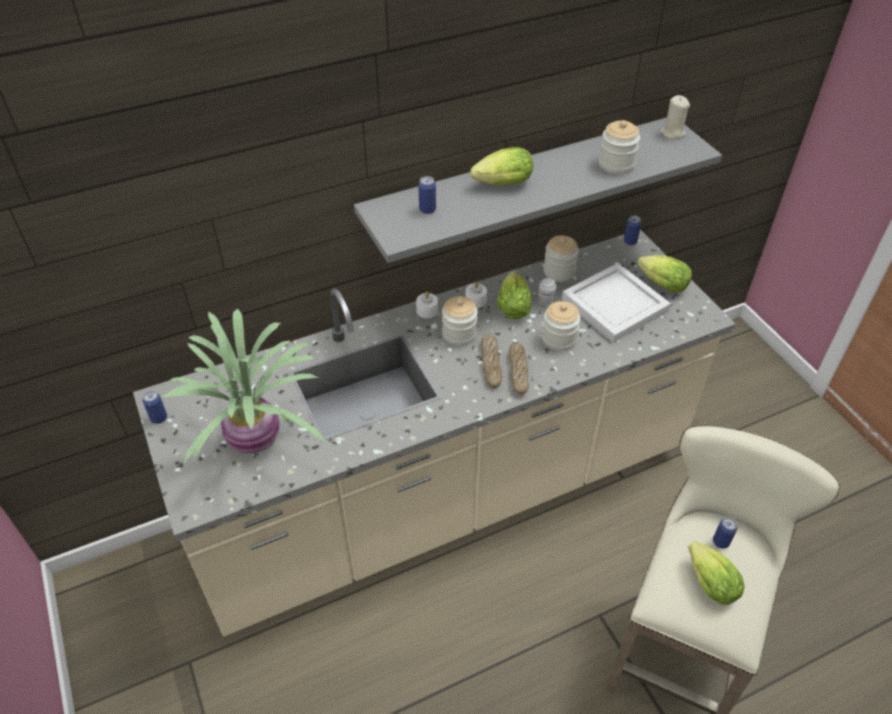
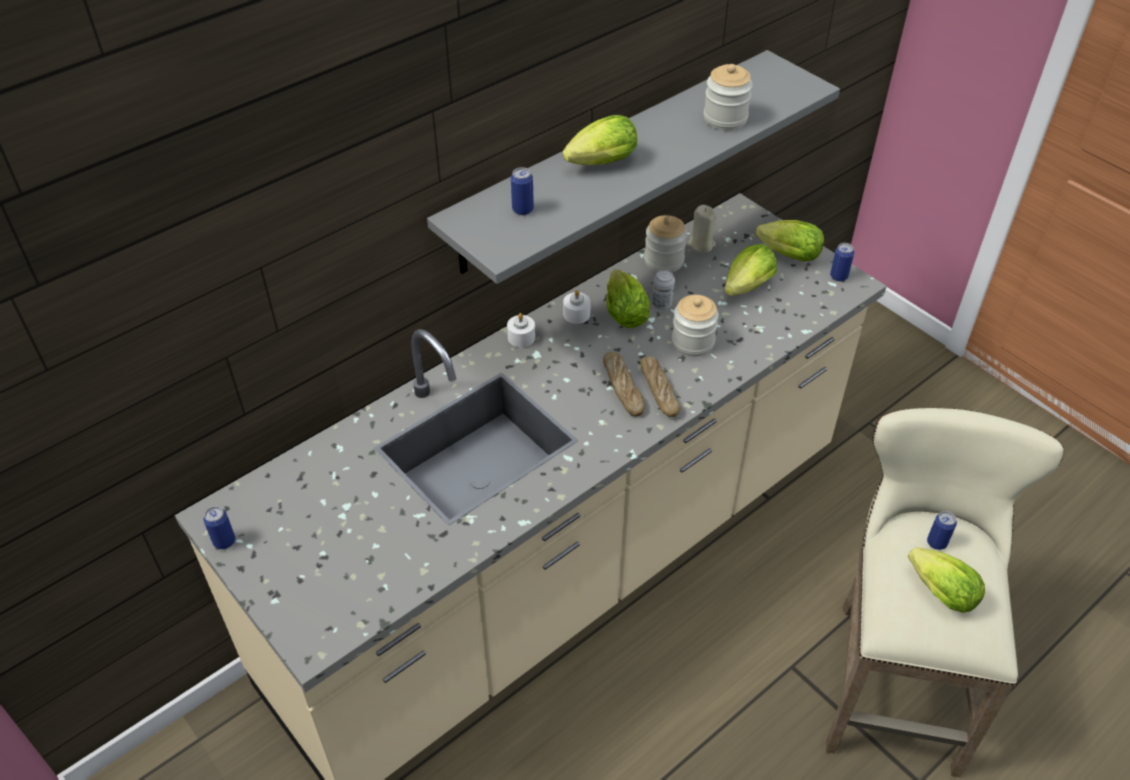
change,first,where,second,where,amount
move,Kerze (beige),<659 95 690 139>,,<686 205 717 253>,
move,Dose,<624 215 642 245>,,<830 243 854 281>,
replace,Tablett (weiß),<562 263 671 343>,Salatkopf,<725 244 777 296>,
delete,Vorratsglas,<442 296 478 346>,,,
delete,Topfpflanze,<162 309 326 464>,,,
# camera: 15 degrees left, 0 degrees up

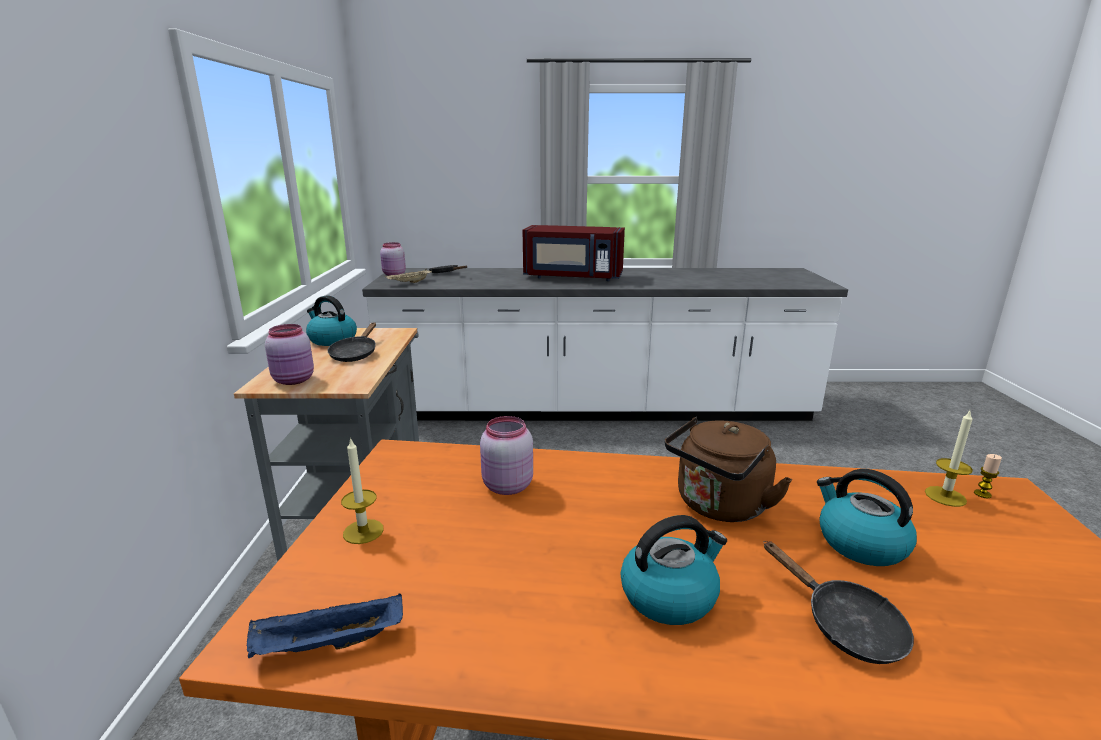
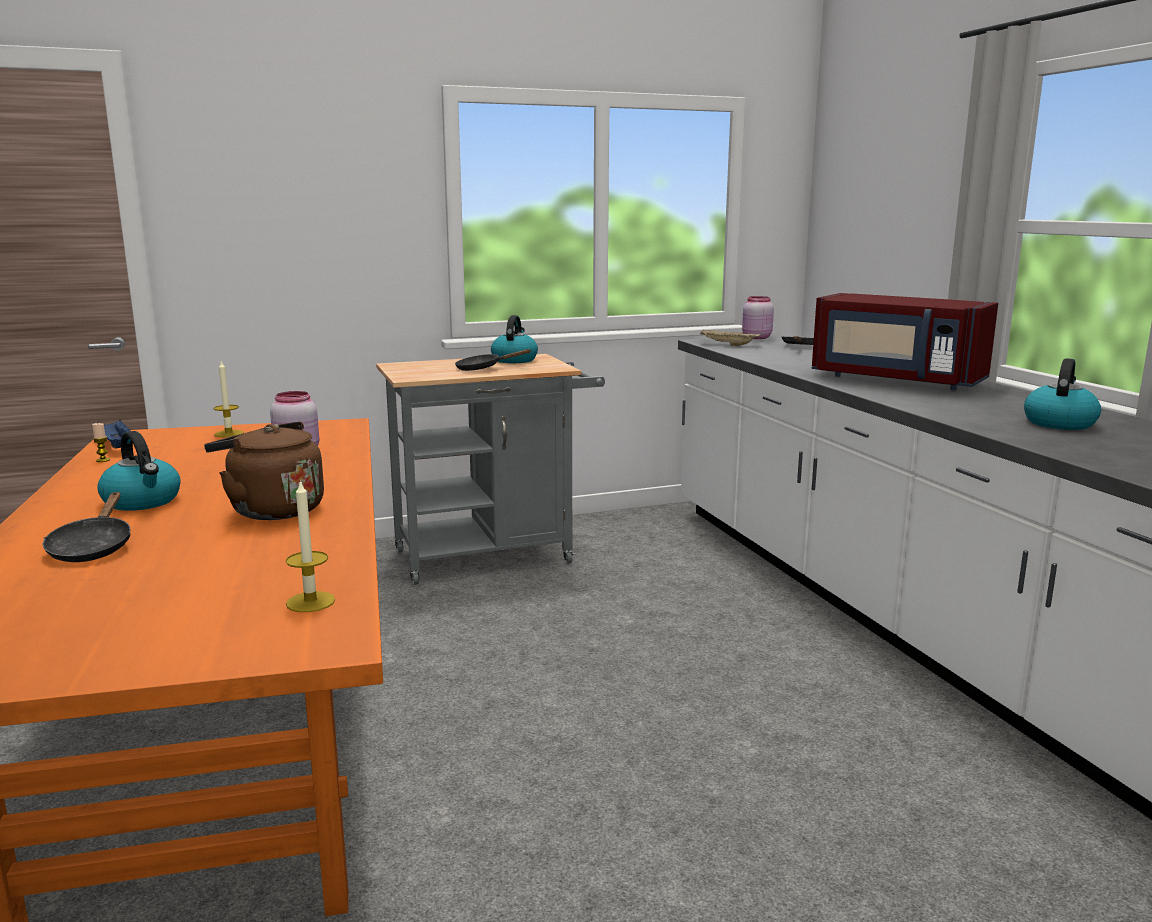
change,first,where,second,where,amount
rotate,Mikrowelle (rot),<523 225 625 281>,,<812 293 998 390>,45 degrees counterclockwise
delete,Vorratsglas (rosa),<265 324 314 385>,,,
move,Kerze,<974 454 1002 498>,,<92 423 110 462>,
move,Wasserkessel,<817 469 917 566>,,<1024 358 1101 430>,
rotate,Pfanne (schwarz),<764 541 914 664>,,<43 492 131 562>,45 degrees counterclockwise
# camera: 70 degrees right, 5 degrees down

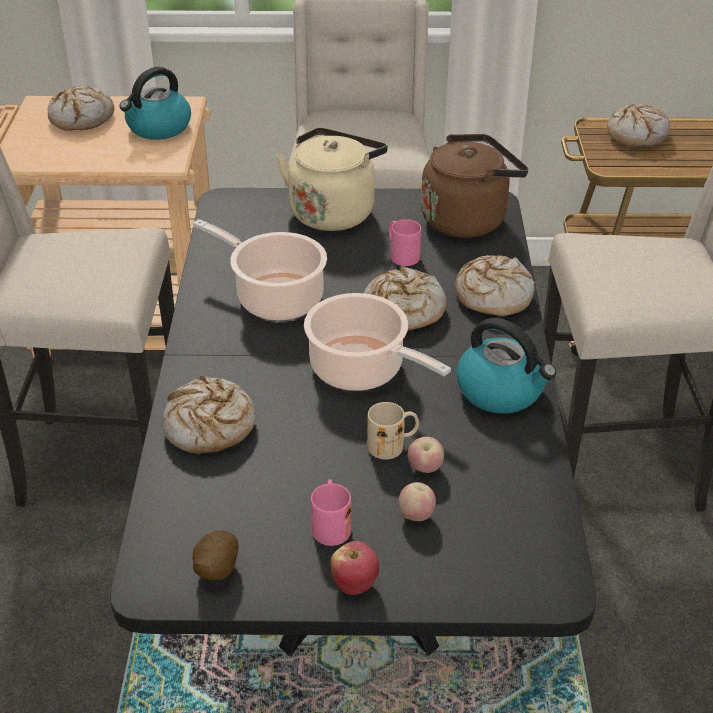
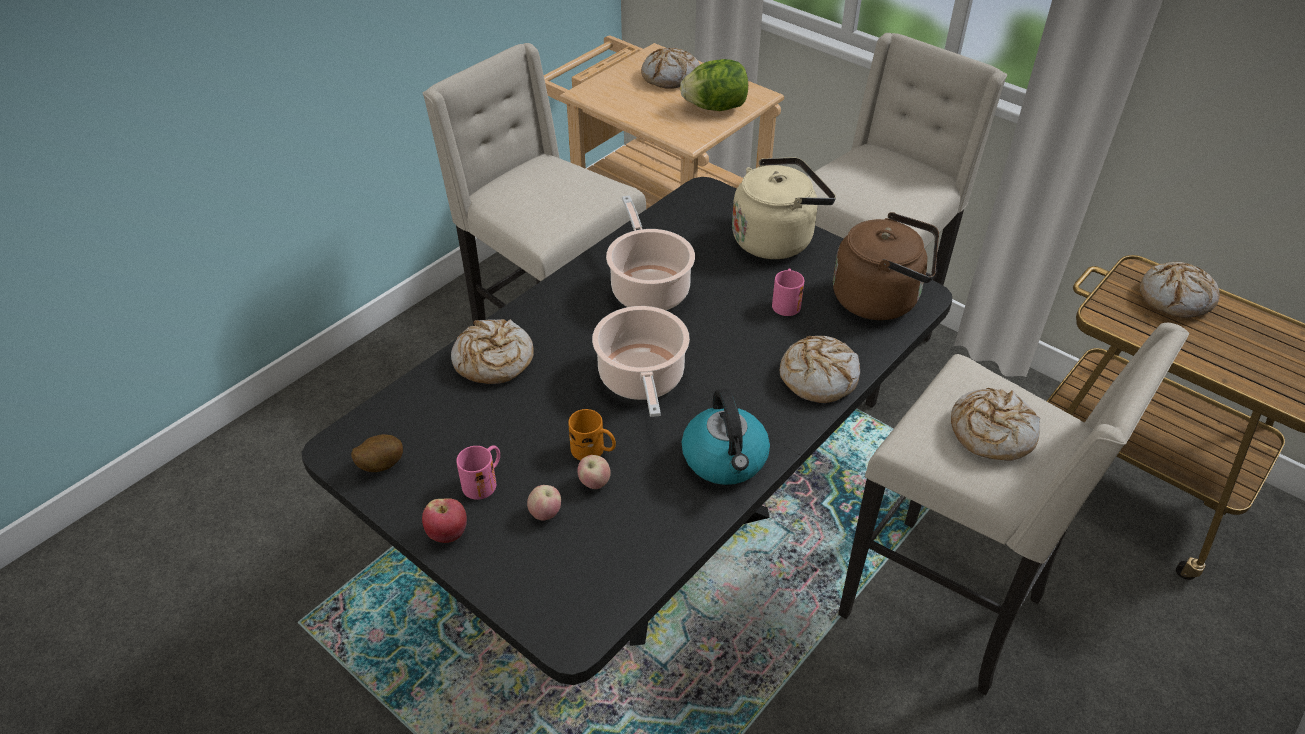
change,first,where,second,where,amount
replace,Wasserkessel,<119 67 191 140>,Salatkopf,<680 59 748 111>,
move,Brot,<364 266 447 330>,,<951 388 1040 461>,
recolor,Henkelbecher (beige),<367 402 419 459>,Henkelbecher (orange),<568 409 616 461>,
# camera: 40 degrees right, 5 degrees up

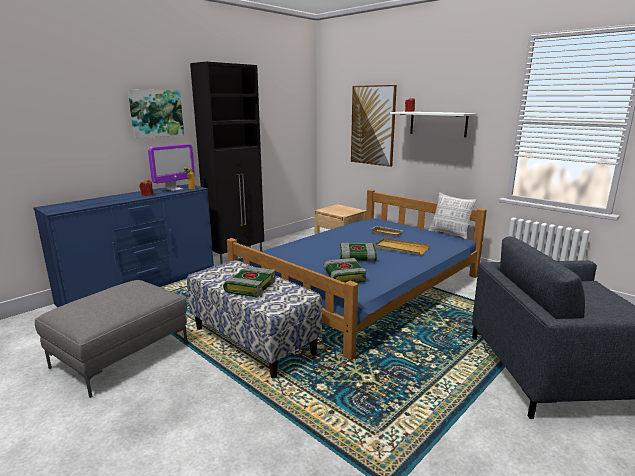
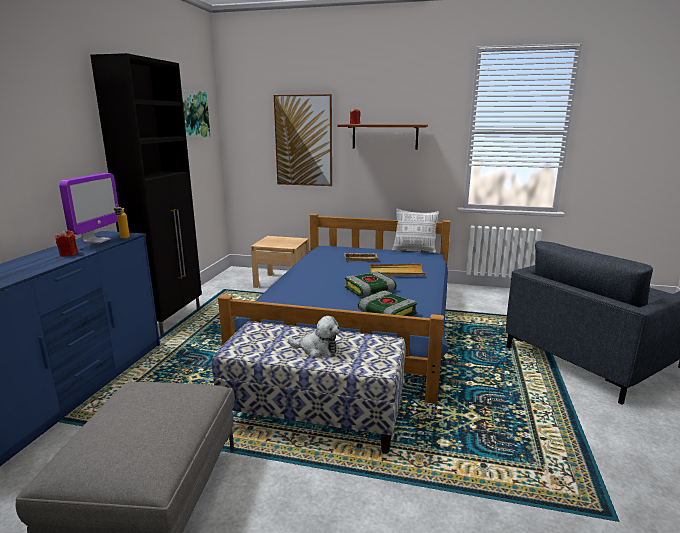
change,first,where,second,where,amount
move,Bild,<128 89 184 138>,,<182 90 210 139>,
recolor,Wandregal (weiß),<390 112 477 137>,Wandregal (braun),<337 124 428 150>,
replace,Buch,<223 266 275 297>,Plüschtier,<288 316 340 358>,
# camera: 30 degrees left, 0 degrees up

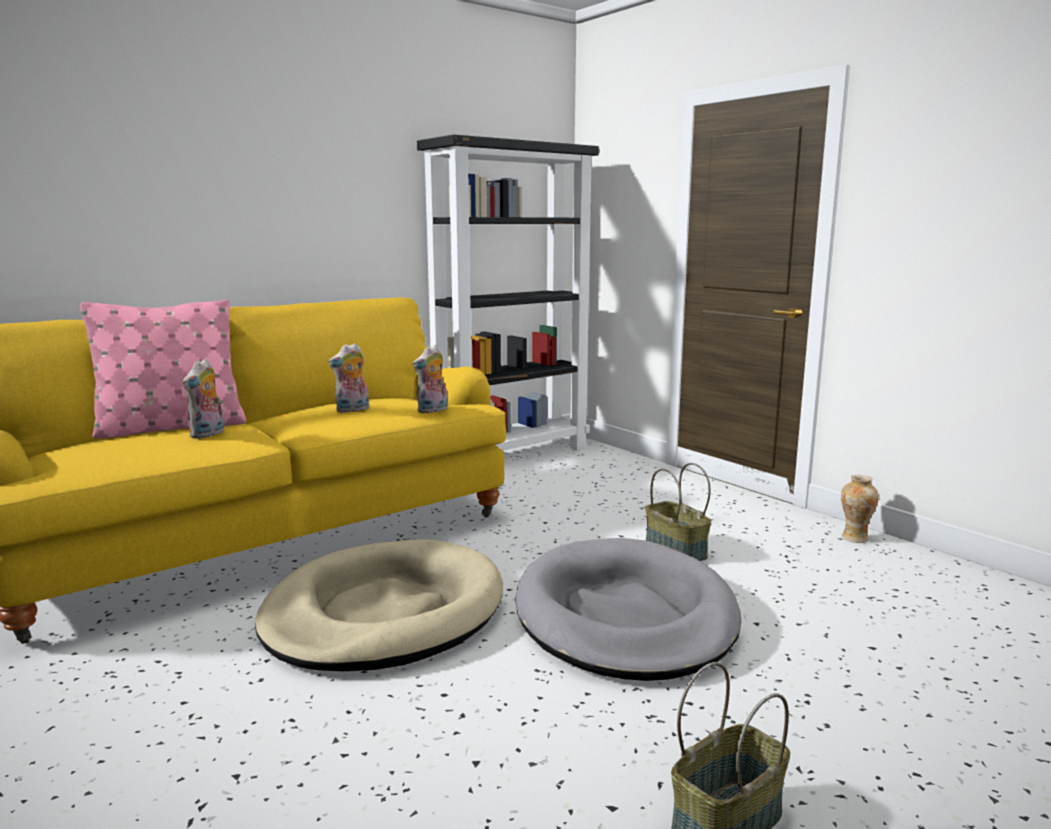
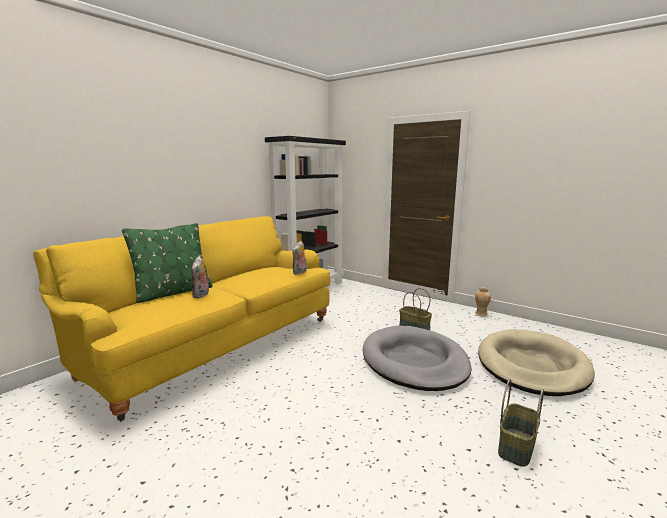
change,first,where,second,where,amount
recolor,Kissen (rosa),<80 300 246 439>,Kissen (grün),<122 223 213 303>,
delete,Plüschtier,<328 343 369 413>,,,
move,Hundebett (beige),<255 539 503 671>,,<478 329 595 396>,
# camera: 15 degrees left, 0 degrees up

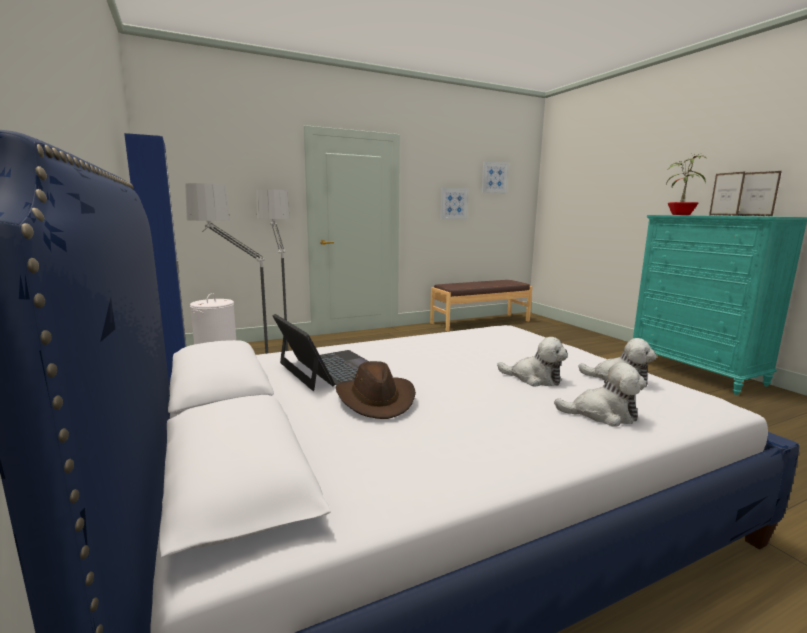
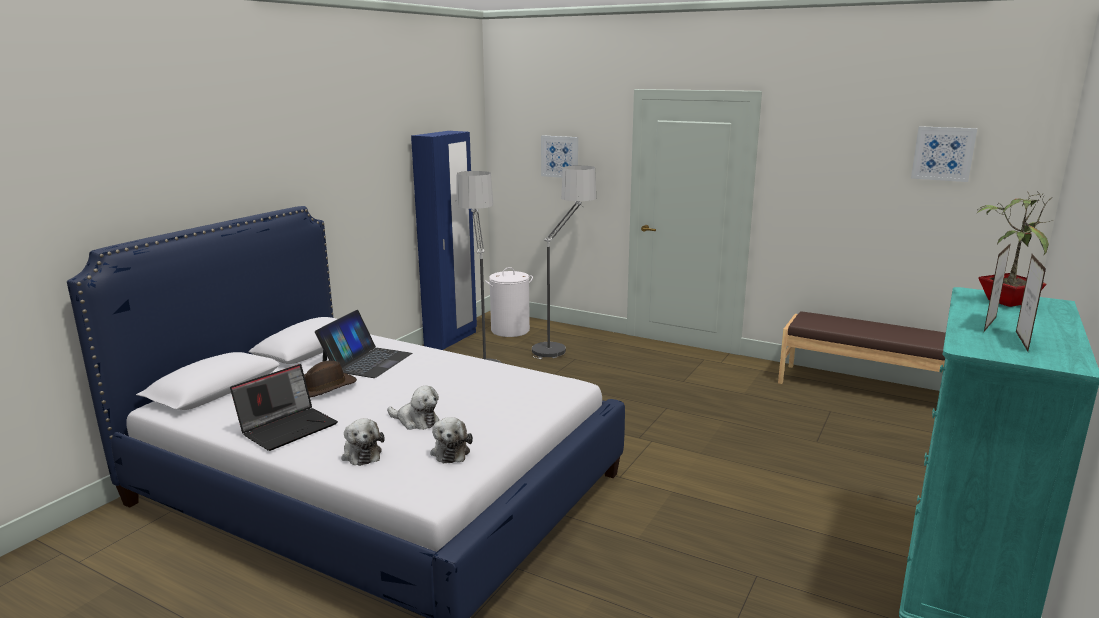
change,first,where,second,where,amount
move,Bild,<440 188 468 219>,,<541 135 578 178>,
rotate,Plüschtier,<497 337 568 386>,,<387 386 439 430>,60 degrees counterclockwise
insert,,,Laptop,<230 364 338 451>,
# camera: 55 degrees right, 5 degrees up

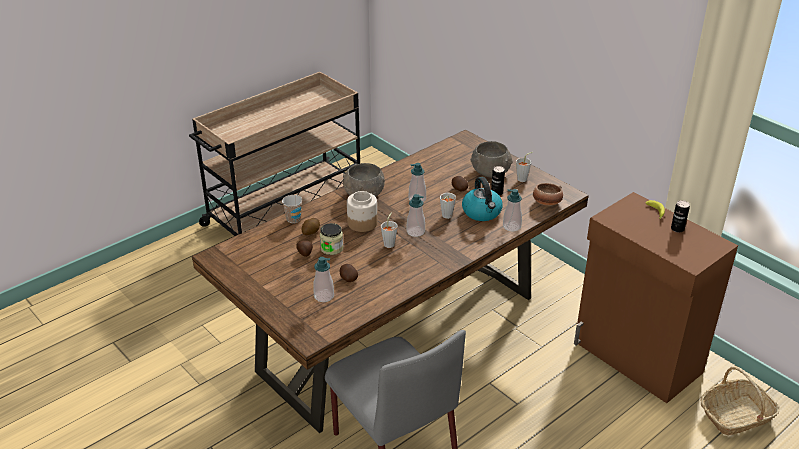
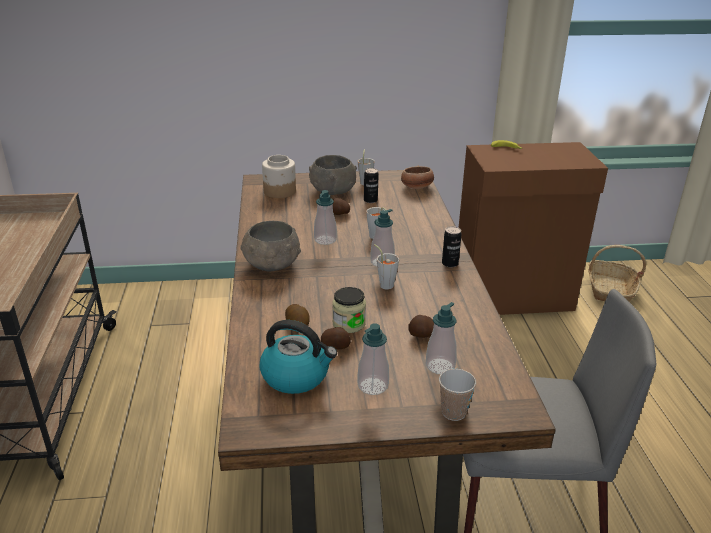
change,first,where,second,where,amount
move,Wasserkessel,<462 177 503 221>,,<260 320 337 394>,
move,Seifenspender,<503 189 522 231>,,<357 323 389 395>,
move,Vorratsglas,<347 191 377 232>,,<262 155 296 198>,
move,Tasse,<282 195 302 223>,,<439 369 476 421>,
move,Dose,<671 200 690 233>,,<442 226 462 267>,
# camera: 55 degrees left, 5 degrees down

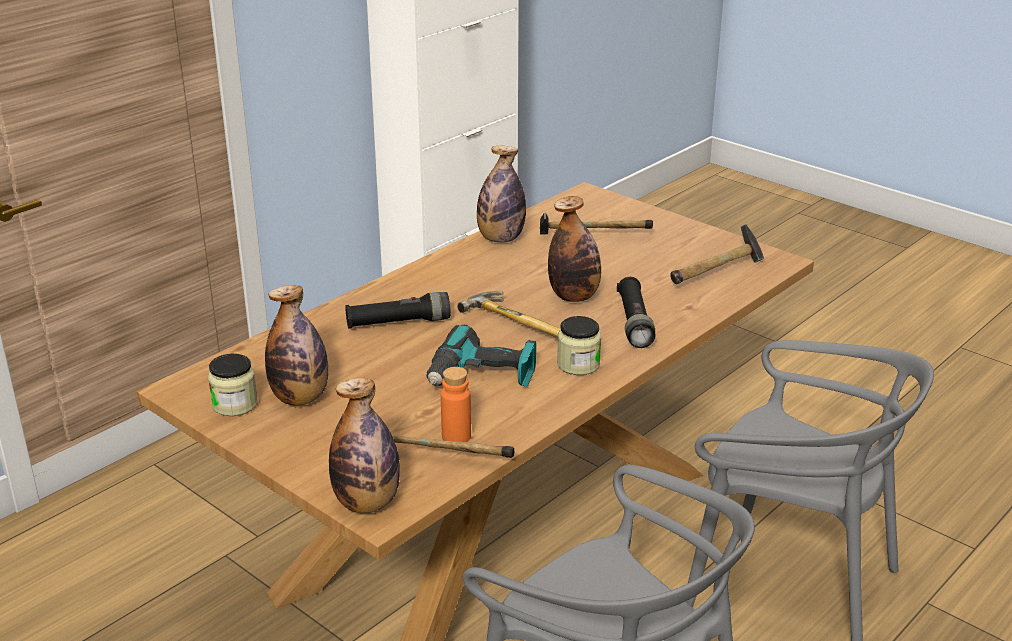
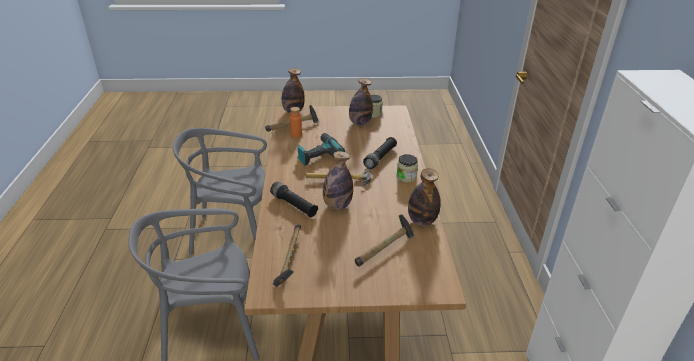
change,first,where,second,where,amount
move,Vorratsglas,<557 316 601 375>,,<396 154 418 183>,
# camera: 135 degrees right, 5 degrees up

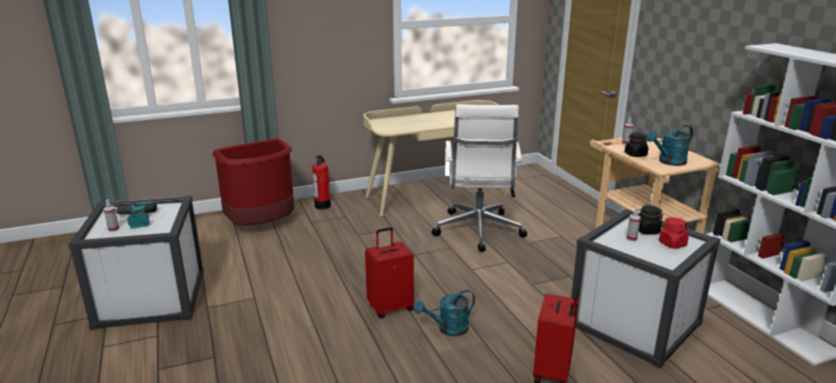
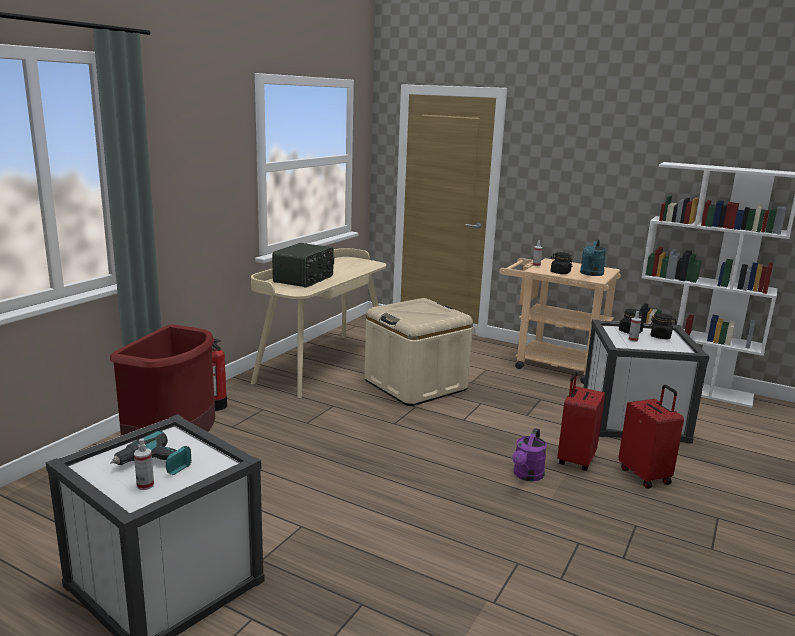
change,first,where,second,where,amount
replace,Bürostuhl (weiß),<432 104 527 252>,Aufbewahrungsbox (beige),<365 298 473 406>,
recolor,Vorratsglas (rot),<659 217 689 249>,Vorratsglas (schwarz),<649 313 677 339>,
move,Koffer (rot),<365 227 414 318>,,<557 372 605 471>,
recolor,Gießkanne (türkis),<414 290 475 336>,Gießkanne (lila),<513 428 547 481>,
insert,,,Radio,<272 243 334 288>,
# camera: 40 degrees left, 5 degrees down

